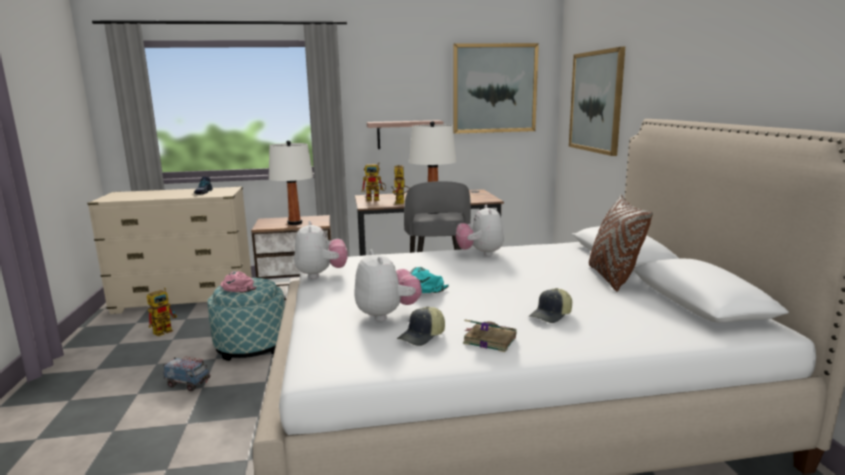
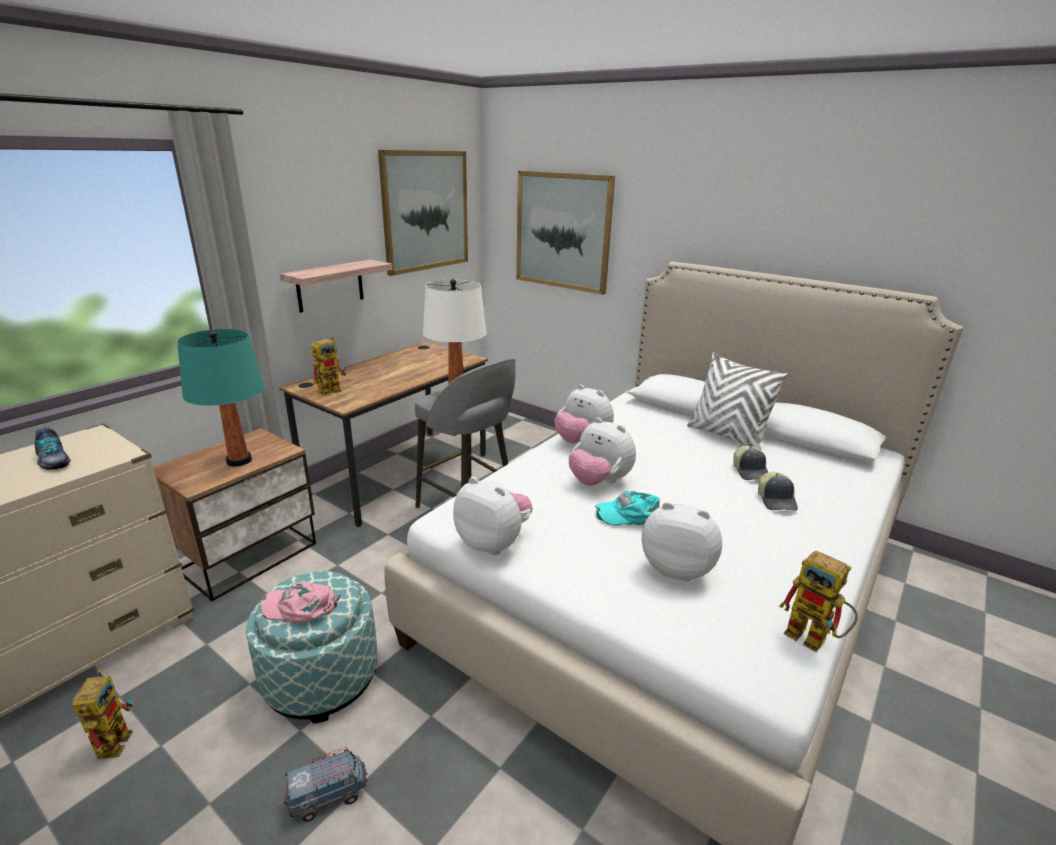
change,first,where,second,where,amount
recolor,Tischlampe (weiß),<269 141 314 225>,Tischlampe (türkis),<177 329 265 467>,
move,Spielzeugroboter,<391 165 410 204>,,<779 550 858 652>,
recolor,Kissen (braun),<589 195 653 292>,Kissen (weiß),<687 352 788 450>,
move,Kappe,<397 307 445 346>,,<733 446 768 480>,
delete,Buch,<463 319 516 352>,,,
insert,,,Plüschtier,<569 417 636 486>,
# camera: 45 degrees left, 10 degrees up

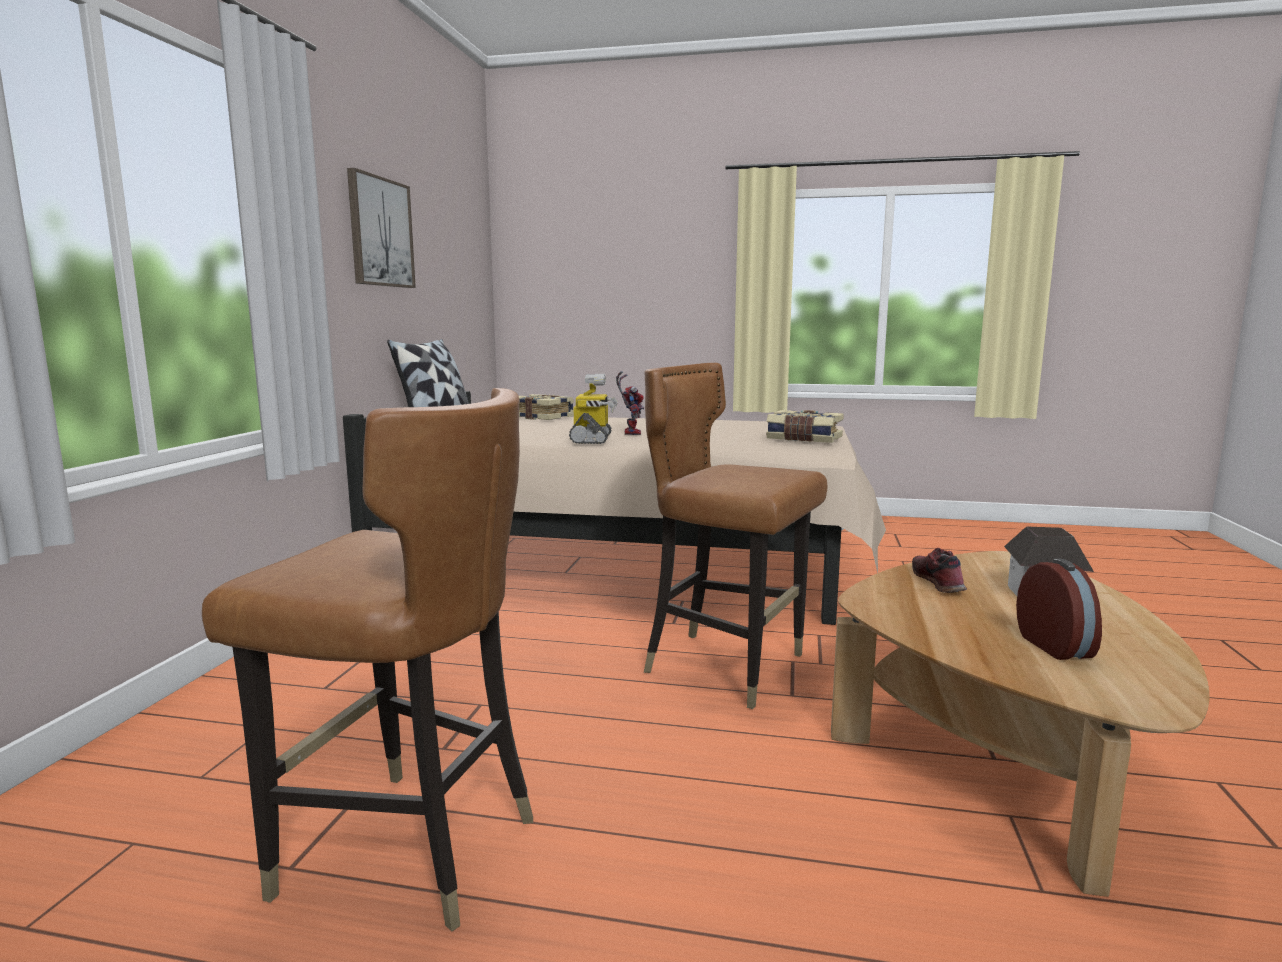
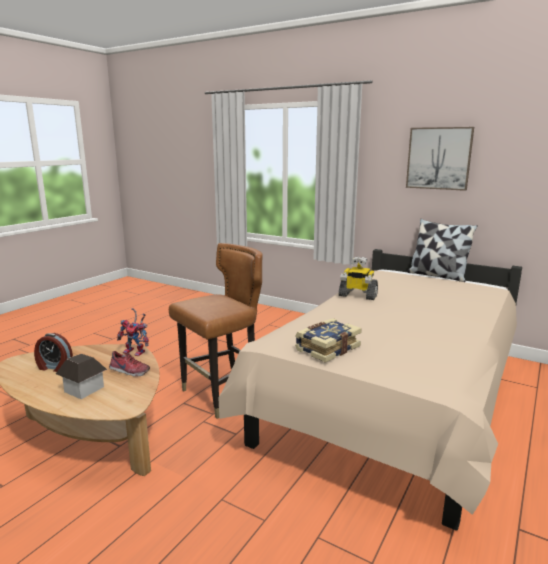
change,first,where,second,where,amount
move,Spielzeugroboter,<616 371 644 435>,,<117 308 149 356>,
delete,Stuhl (braun),<202 388 533 931>,,,
delete,Buch,<519 394 574 420>,,,
# camera: 110 degrees right, 5 degrees up

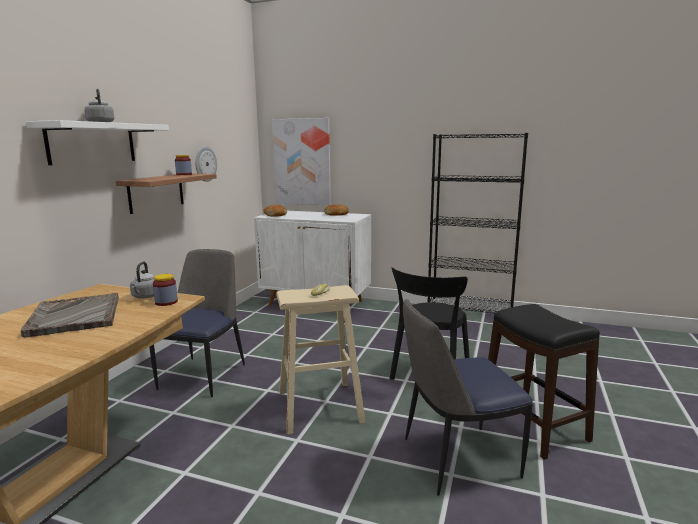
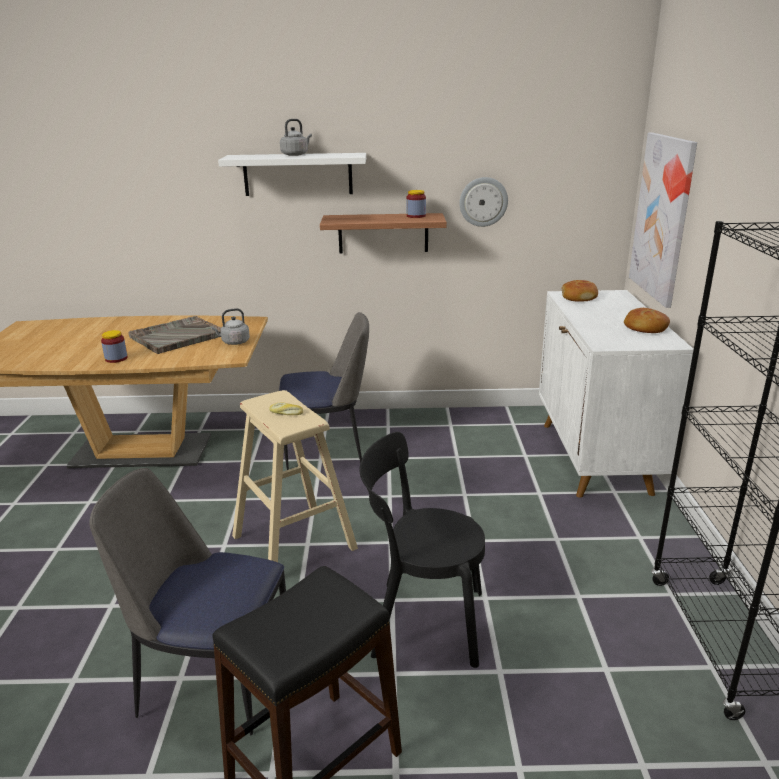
change,first,where,second,where,amount
move,Vorratsglas,<153 274 178 306>,,<101 330 128 363>,
rotate,Stuhl,<403 299 533 496>,,<89 468 286 735>,45 degrees counterclockwise
# camera: 70 degrees right, 10 degrees up

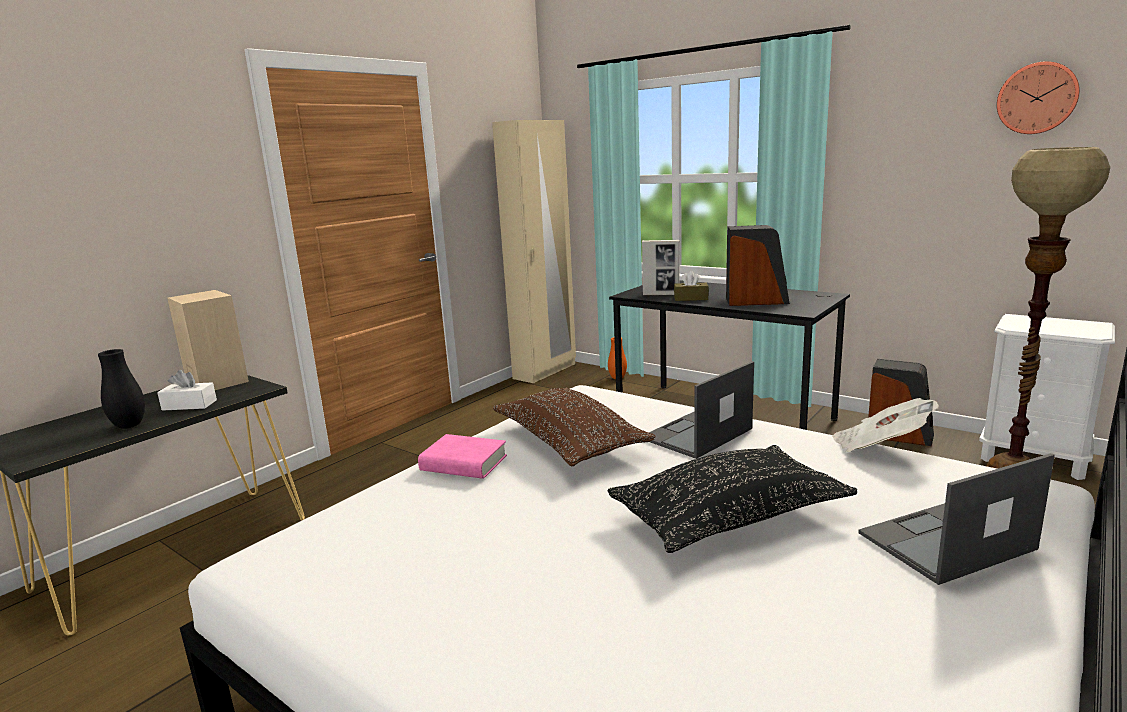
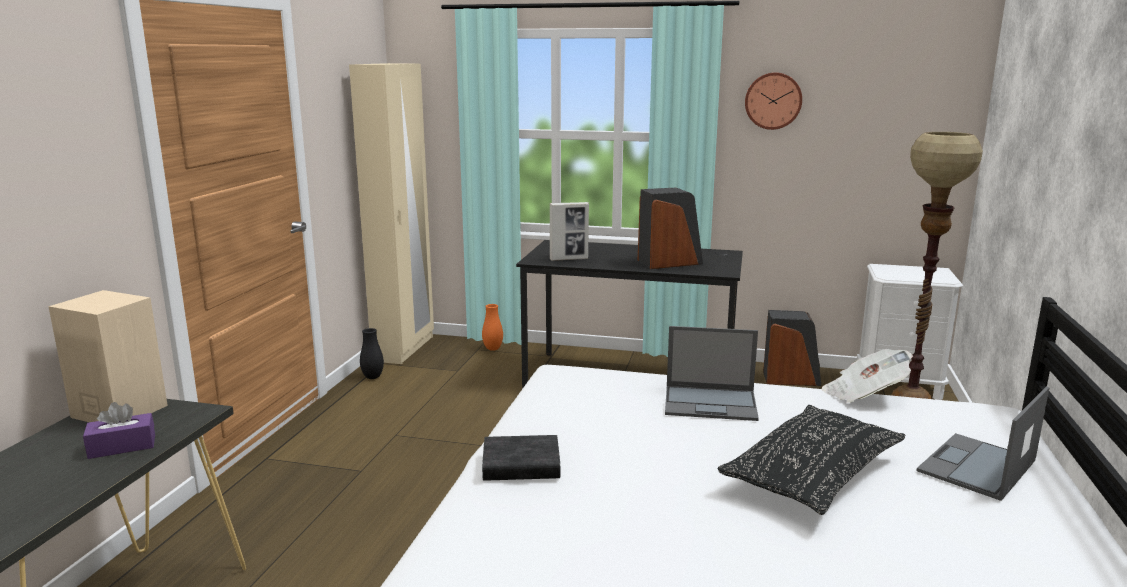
change,first,where,second,where,amount
move,Wanduhr,<997 61 1080 134>,,<745 72 802 130>,
delete,Taschentuchbox (braun),<674 271 709 301>,,,
move,Vase (schwarz),<98 349 145 429>,,<360 328 384 379>,
rotate,Laptop,<649 361 754 459>,,<665 326 759 421>,105 degrees counterclockwise
recolor,Taschentuchbox (weiß),<157 370 217 411>,Taschentuchbox (lila),<83 402 155 459>,
delete,Kissen (braun),<493 388 656 466>,,,
recolor,Buch (rosa),<418 434 507 479>,Buch (schwarz),<482 435 560 481>,
# camera: 25 degrees left, 0 degrees up

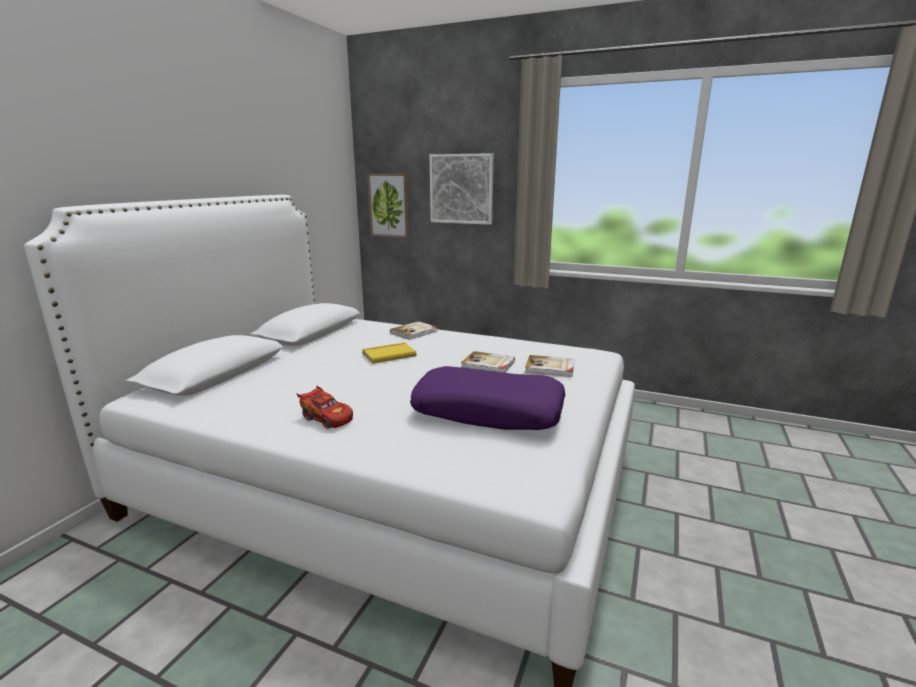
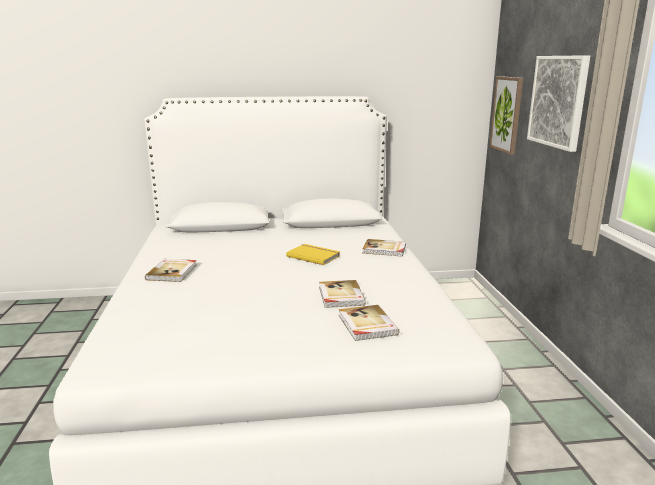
change,first,where,second,where,amount
delete,Kissen (lila),<410 366 565 430>,,,
replace,Spielzeugauto (rot),<296 386 353 429>,Buch,<145 259 197 282>,
# camera: 60 degrees right, 0 degrees up

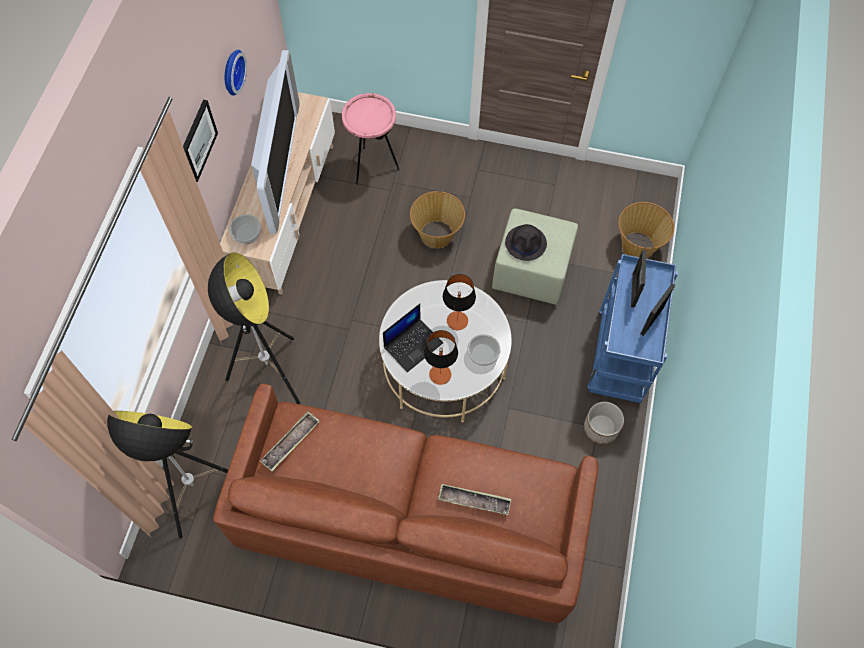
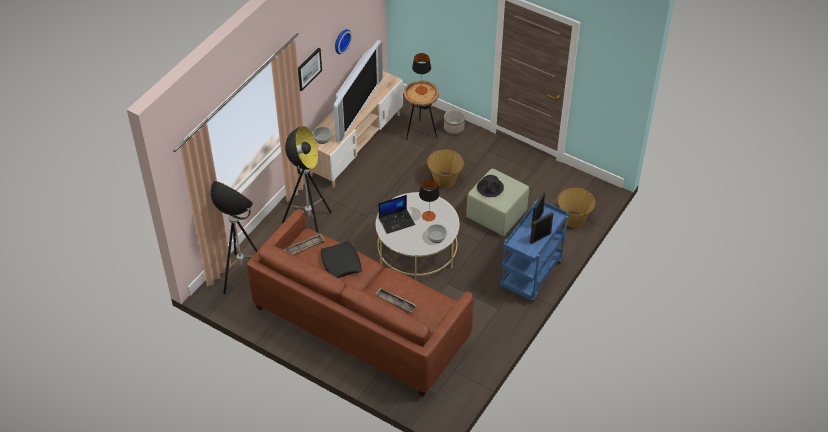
change,first,where,second,where,amount
recolor,Beistelltisch (rosa),<342 93 400 185>,Beistelltisch (braun),<404 80 439 140>,
move,Tischlampe,<424 330 458 385>,,<412 53 431 95>,
move,Pflanzkübel,<584 402 624 444>,,<444 109 465 135>,
insert,,,Kissen (schwarz),<321 241 362 278>,
# camera: 20 degrees right, 15 degrees down

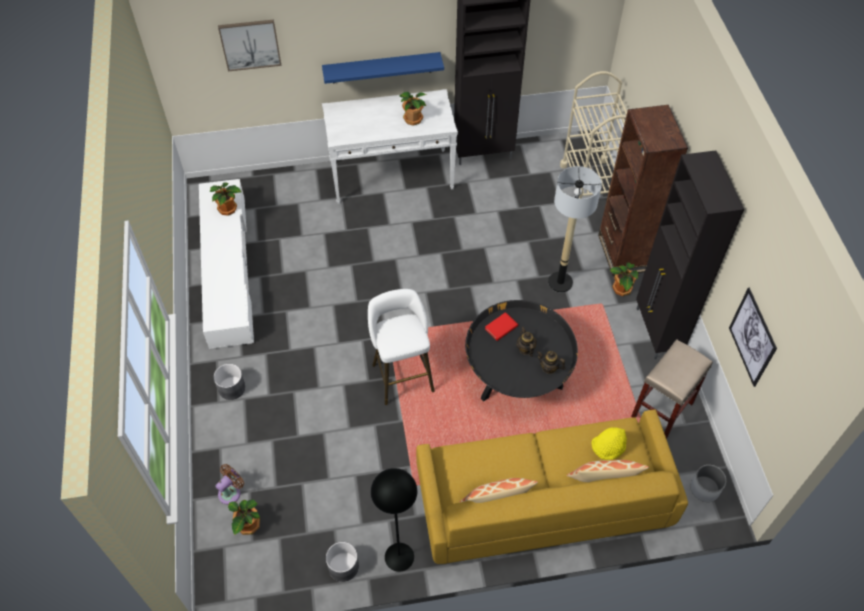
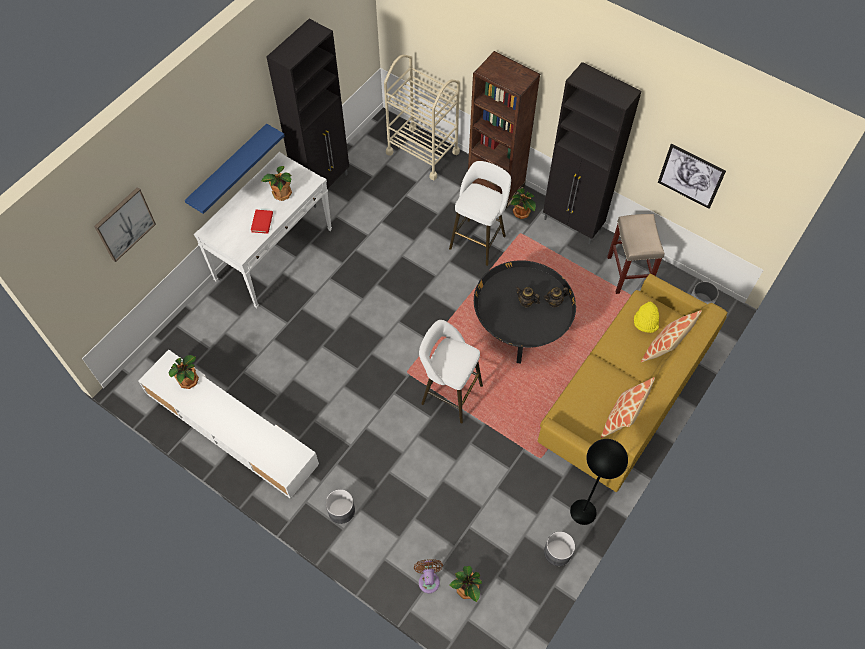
change,first,where,second,where,amount
replace,Stehlampe,<548 166 602 292>,Hocker (weiß),<449 161 511 266>,
move,Buch (rot),<485 312 518 341>,,<251 210 273 234>,
# camera: 45 degrees left, 5 degrees up

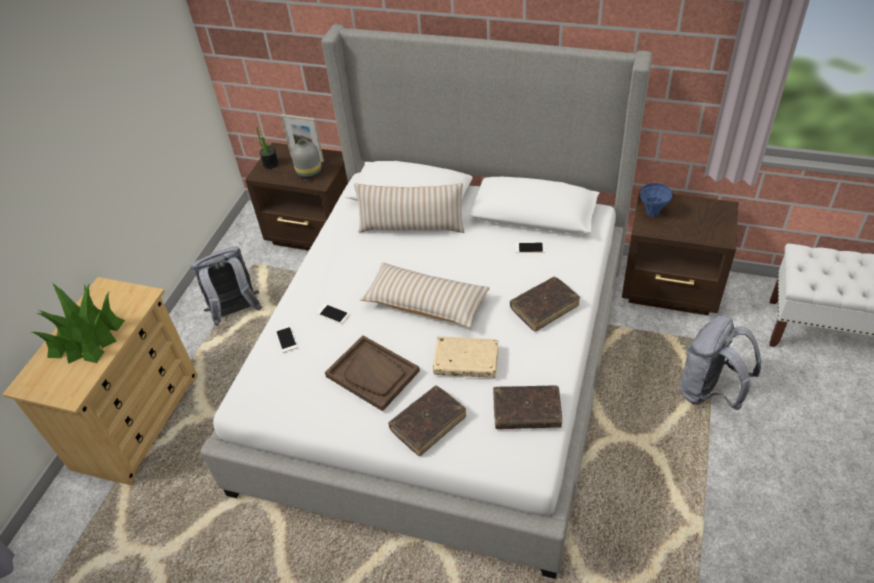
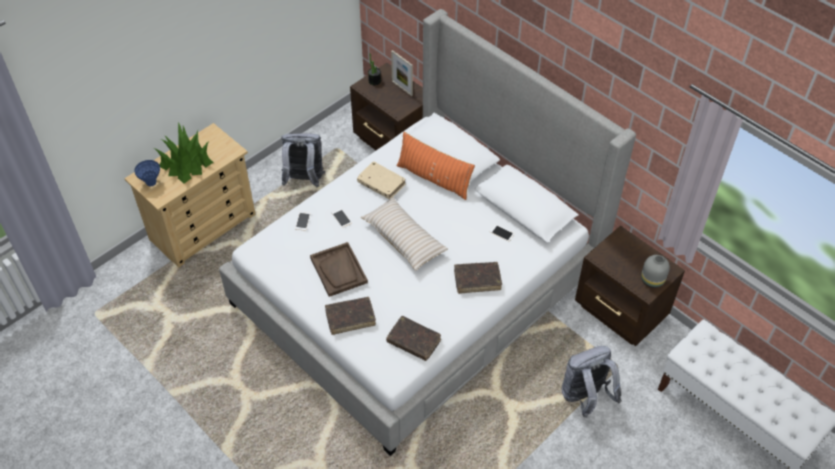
change,first,where,second,where,amount
move,Vase (grau),<291 139 322 179>,,<641 255 670 288>,
recolor,Kissen (beige),<354 183 464 233>,Kissen (orange),<396 132 475 200>,
move,Vase (blau),<640 183 672 217>,,<134 160 160 186>,
move,Buch (beige),<433 336 498 378>,,<357 161 406 199>,
# camera: 25 degrees right, 5 degrees up

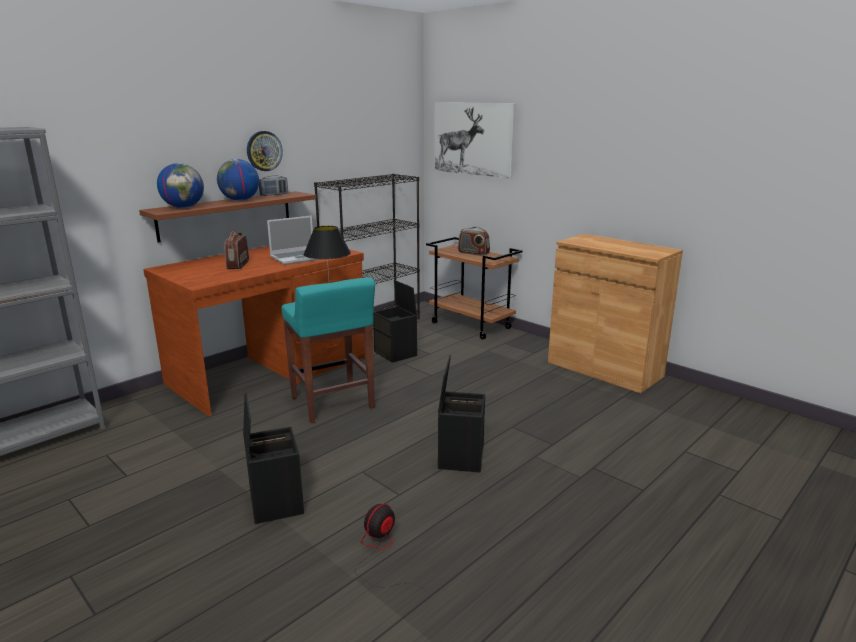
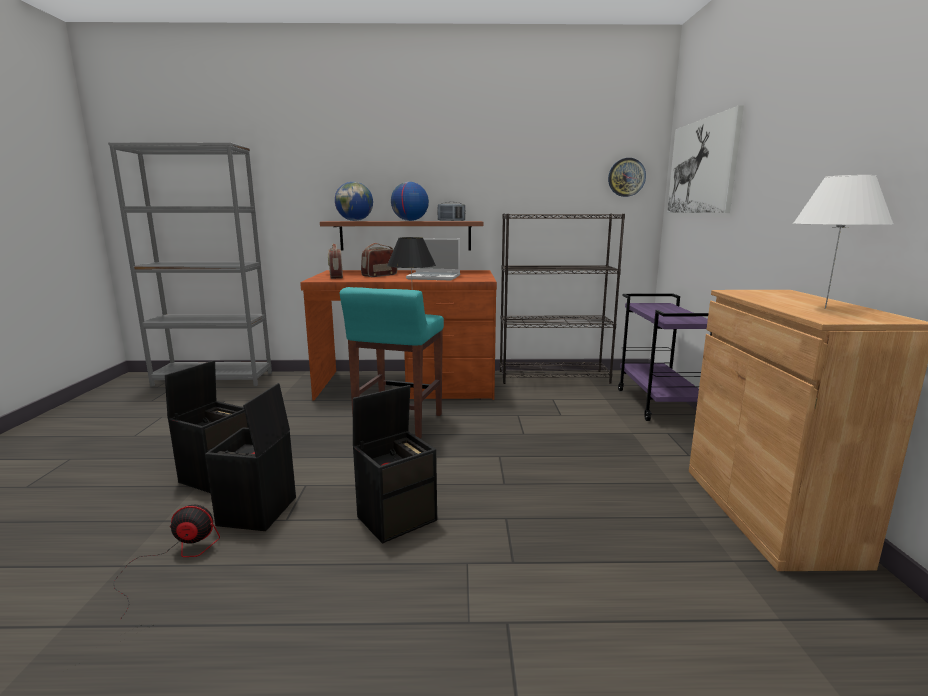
change,first,where,second,where,amount
move,Wanduhr,<247 131 283 171>,,<608 158 646 197>,
move,Radio,<458 227 490 256>,,<328 244 343 279>,
recolor,Rollwagen (braun),<426 237 523 340>,Rollwagen (lila),<618 294 712 421>,
move,Aufbewahrungsbox (schwarz),<373 280 417 363>,,<205 383 296 531>,
insert,,,Tischlampe (weiß),<793 175 894 309>,
# camera: 45 degrees right, 5 degrees down

